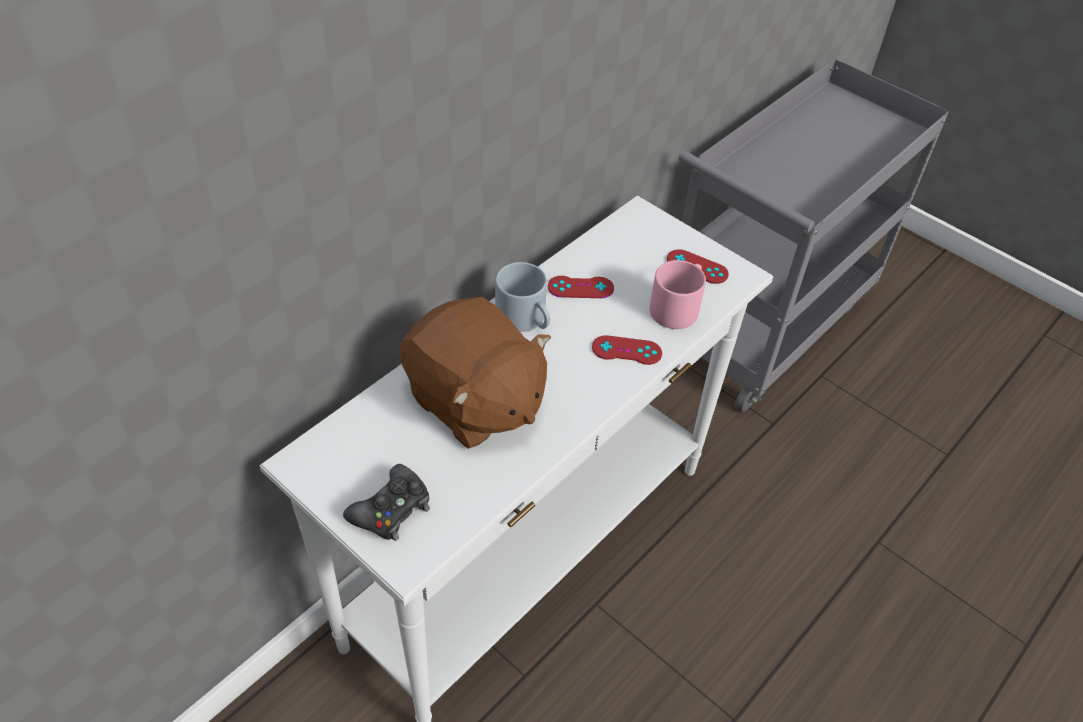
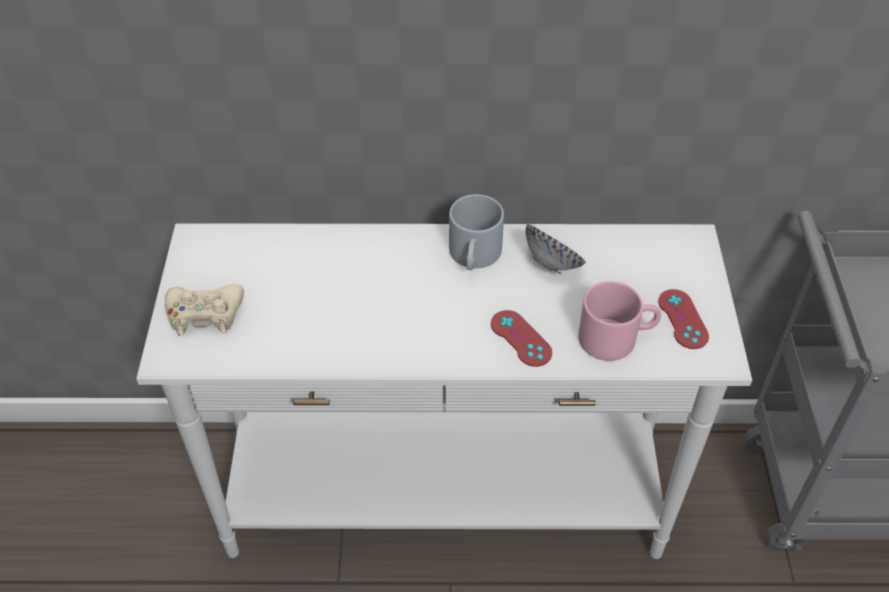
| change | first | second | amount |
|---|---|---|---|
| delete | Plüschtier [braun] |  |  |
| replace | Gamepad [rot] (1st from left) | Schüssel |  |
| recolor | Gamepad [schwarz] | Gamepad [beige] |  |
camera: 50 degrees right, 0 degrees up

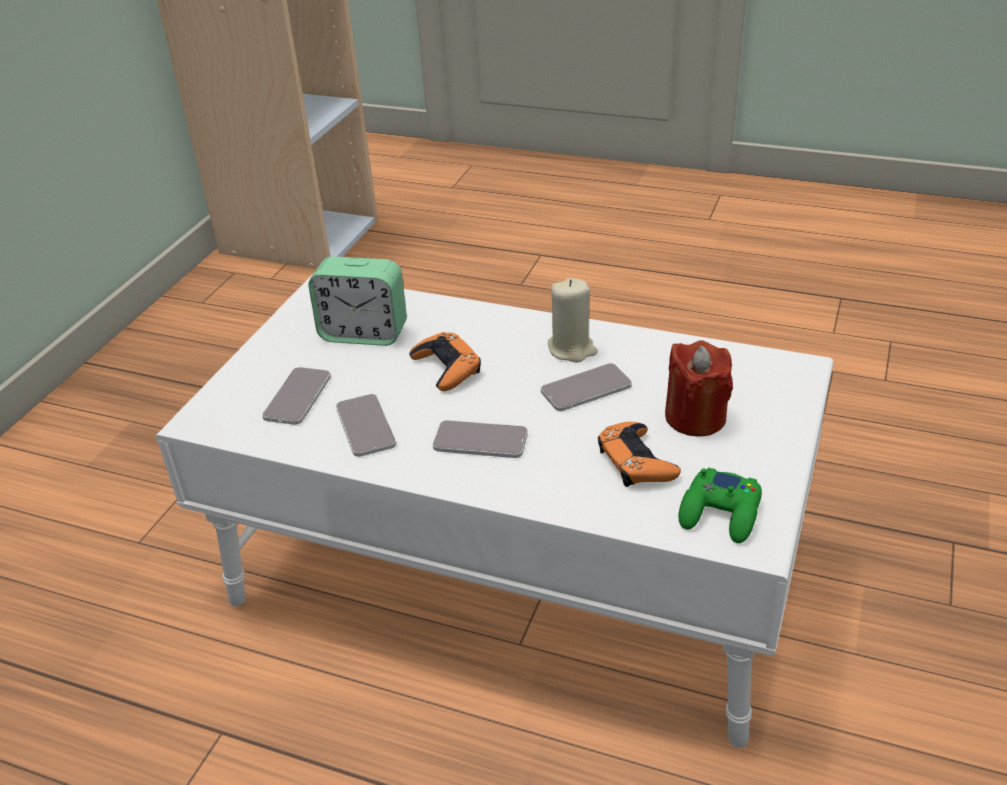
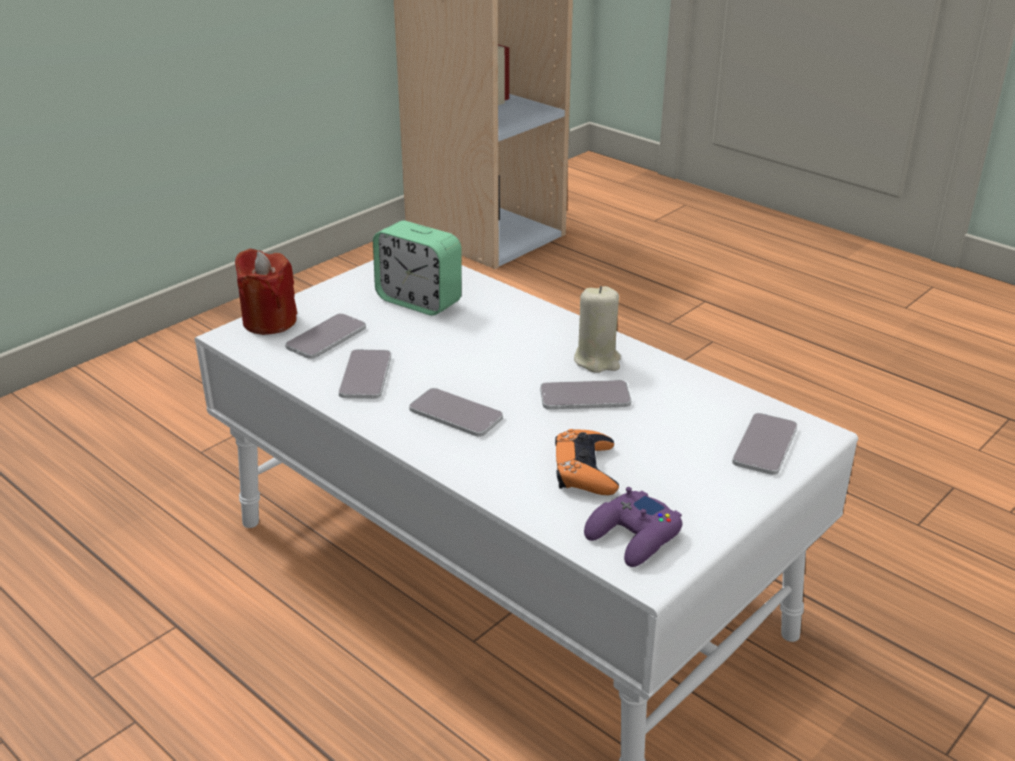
| change | first | second | amount |
|---|---|---|---|
| delete | Gamepad [orange] (1st from left) |  |  |
| insert |  | Handy (5th from left) |  |
| move | Kerze [rot] |  |  |
| recolor | Gamepad [grün] | Gamepad [lila] |  |
camera: 20 degrees right, 5 degrees down

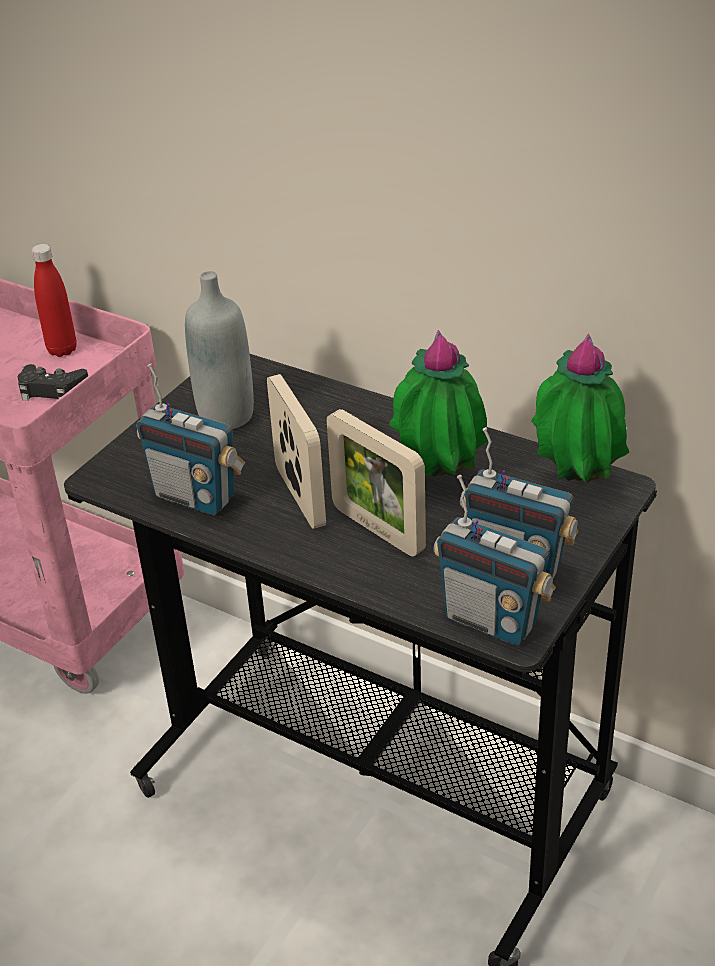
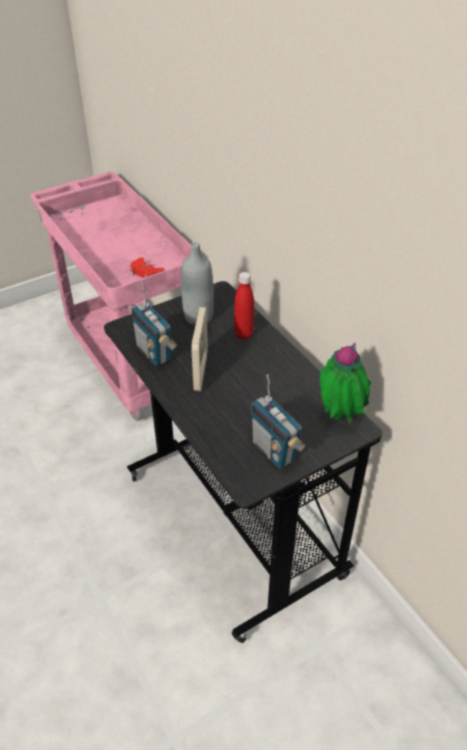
| change | first | second | amount |
|---|---|---|---|
| delete | Bilderrahmen (2nd from left) |  |  |
| delete | Topfpflanze (1st from left) |  |  |
| delete | Radio (2nd from left) |  |  |
| move | Flasche [rot] |  |  |
| recolor | Gamepad [schwarz] | Gamepad [rot] |  |
camera: 25 degrees right, 5 degrees up

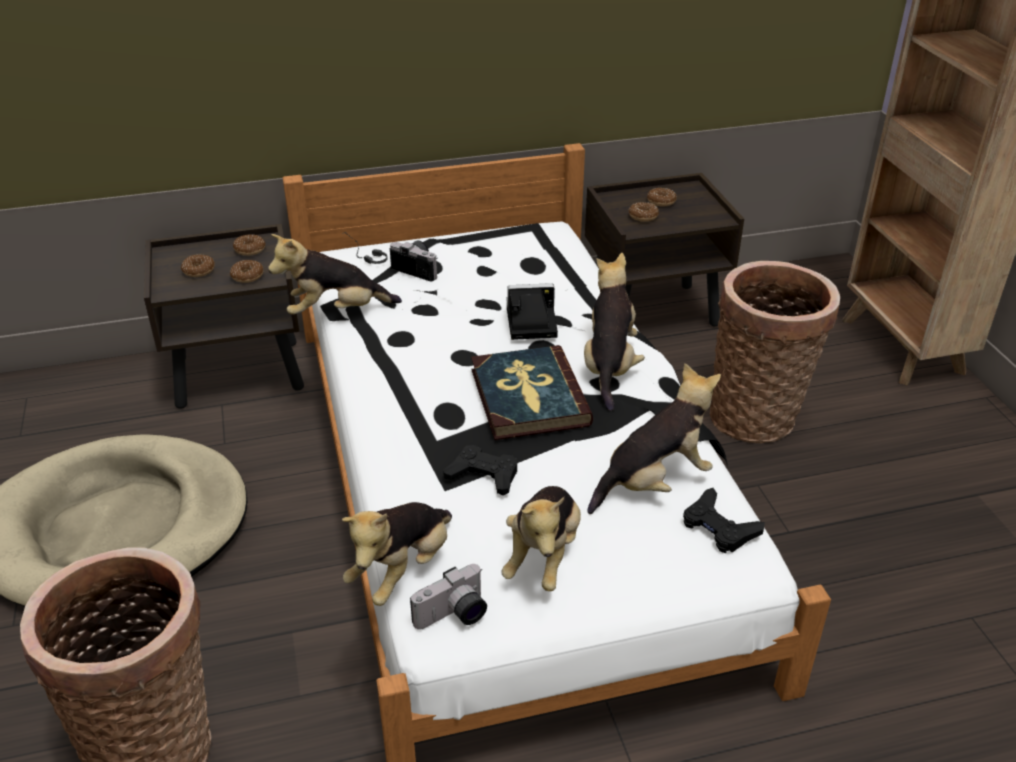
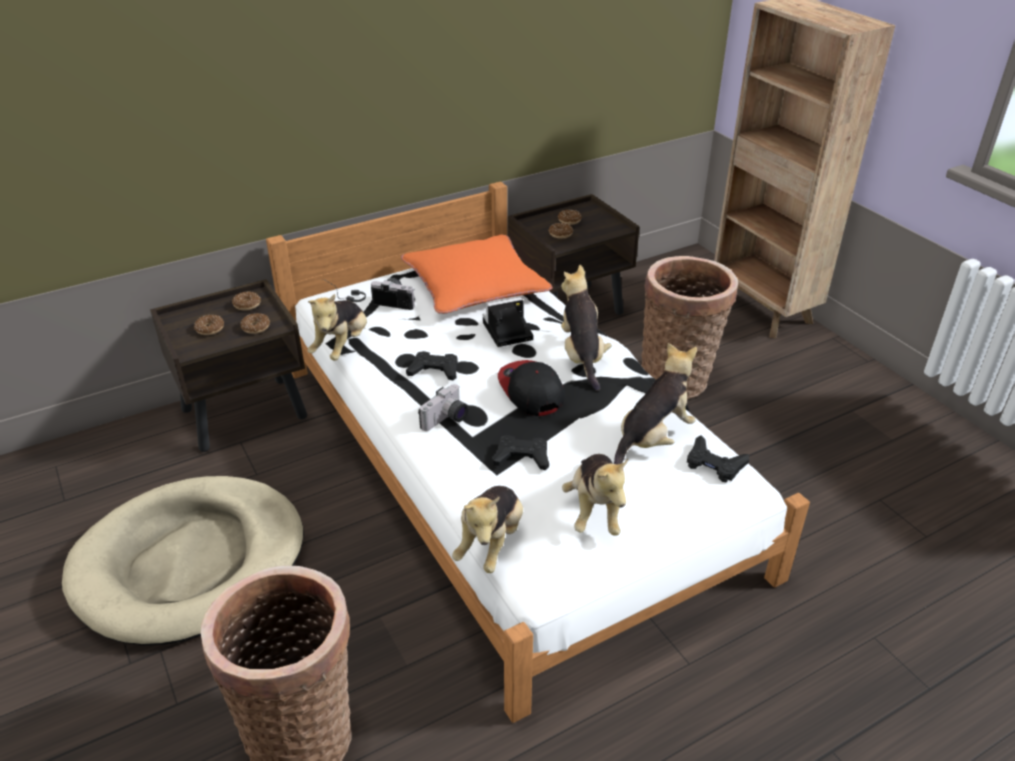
| change | first | second | amount |
|---|---|---|---|
| insert |  | Kissen [orange] |  |
| insert |  | Gamepad [schwarz] (1st from left) |  |
| move | Kamera (2nd from left) |  |  |
| replace | Buch | Kappe |  |
| rotate | Plüschtier (1st from left) |  | 45 degrees counterclockwise |
camera: 15 degrees left, 0 degrees up

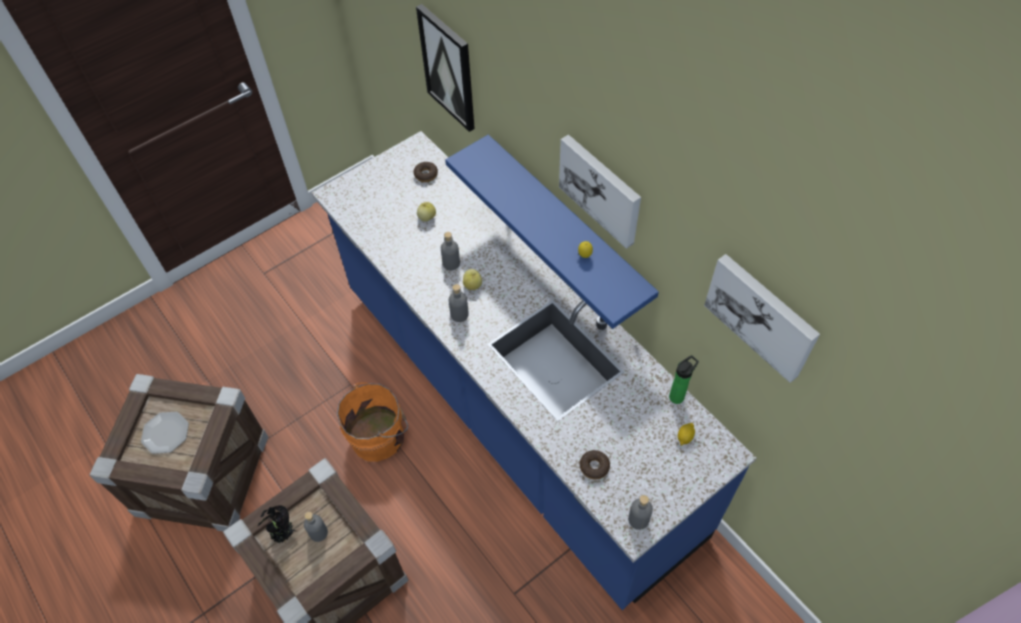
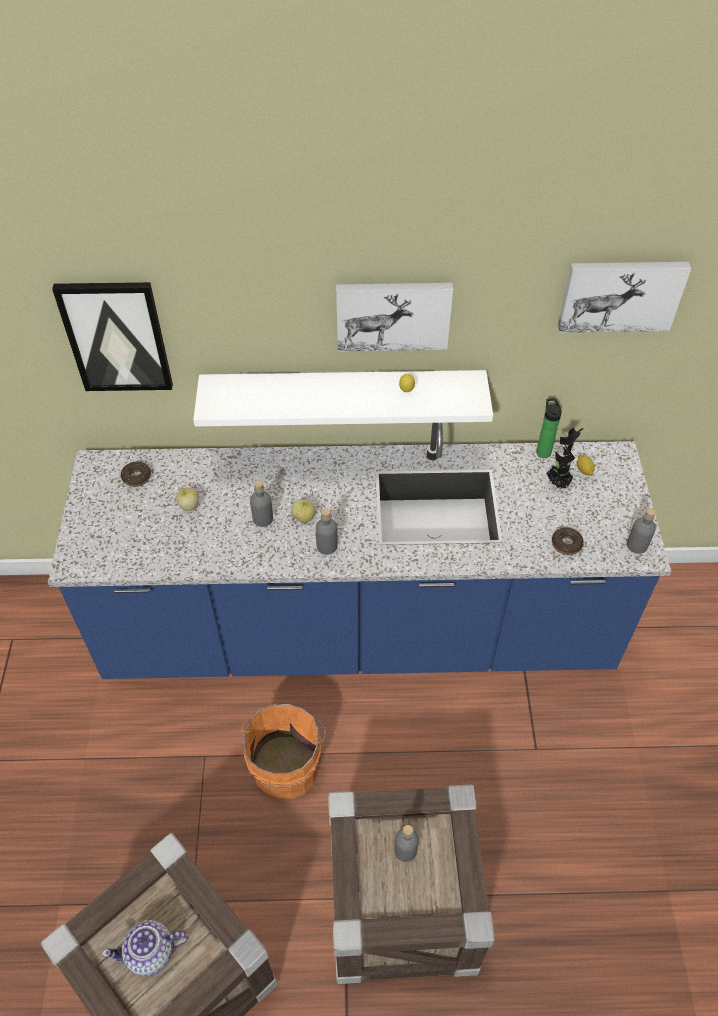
| change | first | second | amount |
|---|---|---|---|
| move | Topfpflanze |  |  |
| replace | Teller | Teekanne |  |
| recolor | Wandregal [blau] | Wandregal [weiß] |  |
camera: 55 degrees left, 5 degrees down

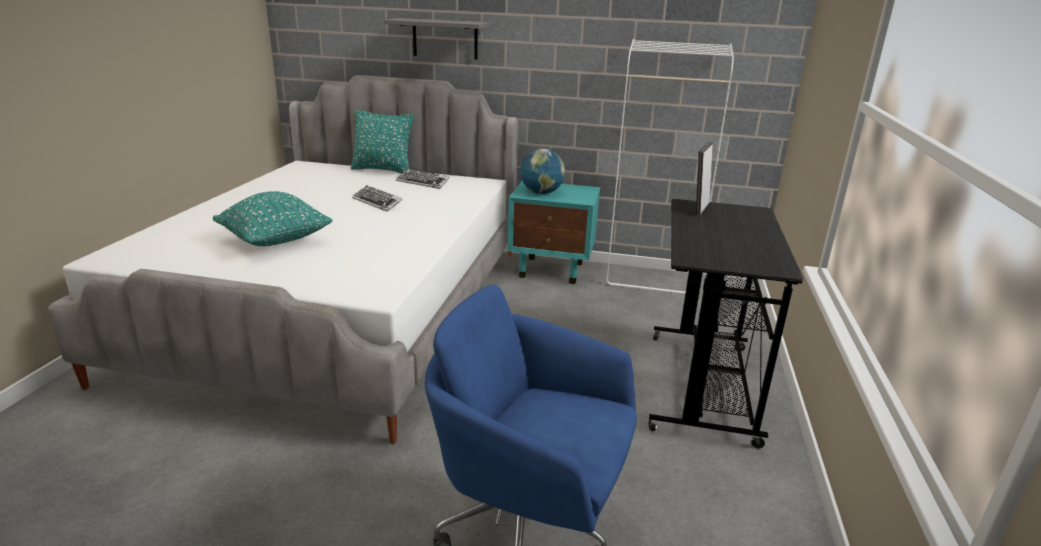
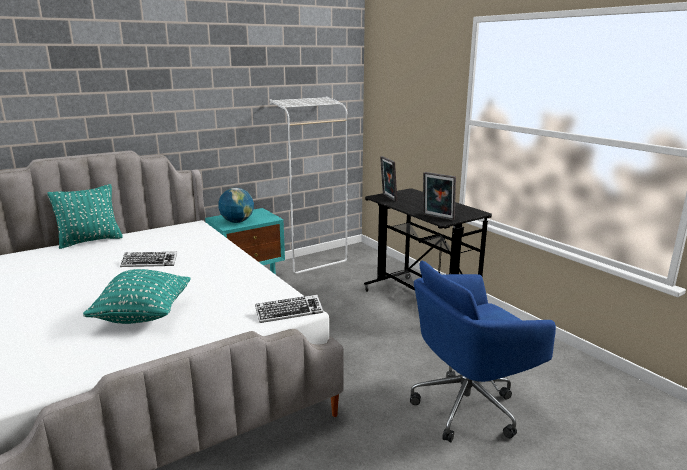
| change | first | second | amount |
|---|---|---|---|
| delete | Wandregal [grau] |  |  |
| insert |  | Bilderrahmen (2nd from left) |  |
| move | Tastatur (2nd from left) |  |  |
camera: 45 degrees left, 5 degrees down

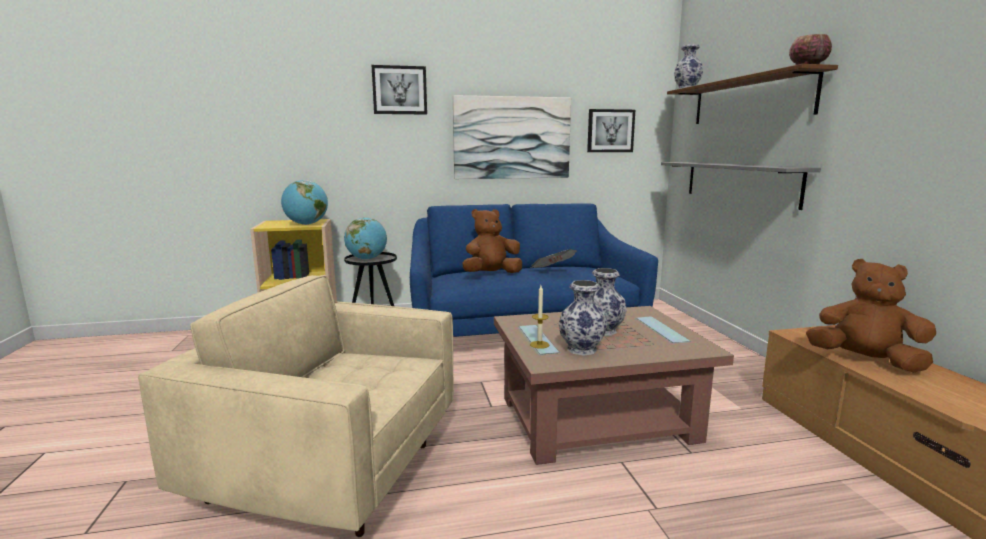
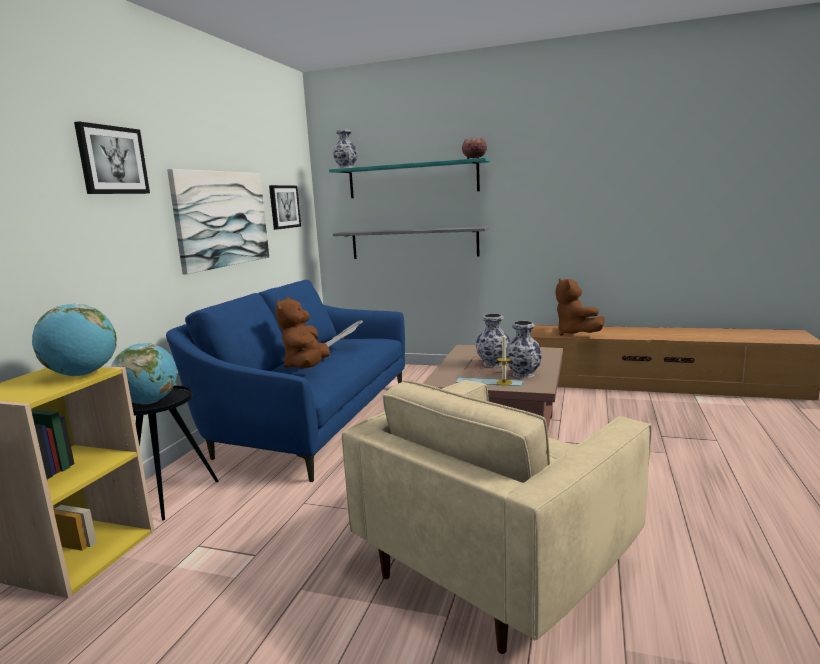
| change | first | second | amount |
|---|---|---|---|
| recolor | Wandregal [braun] | Wandregal [türkis] |  |
| rotate | Plüschtier [braun] (2nd from left) |  | 75 degrees counterclockwise |
camera: 60 degrees left, 0 degrees up

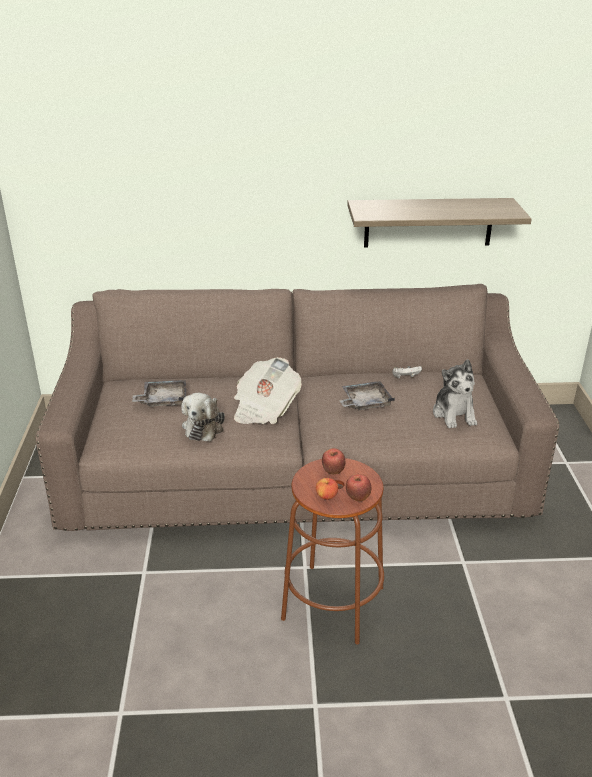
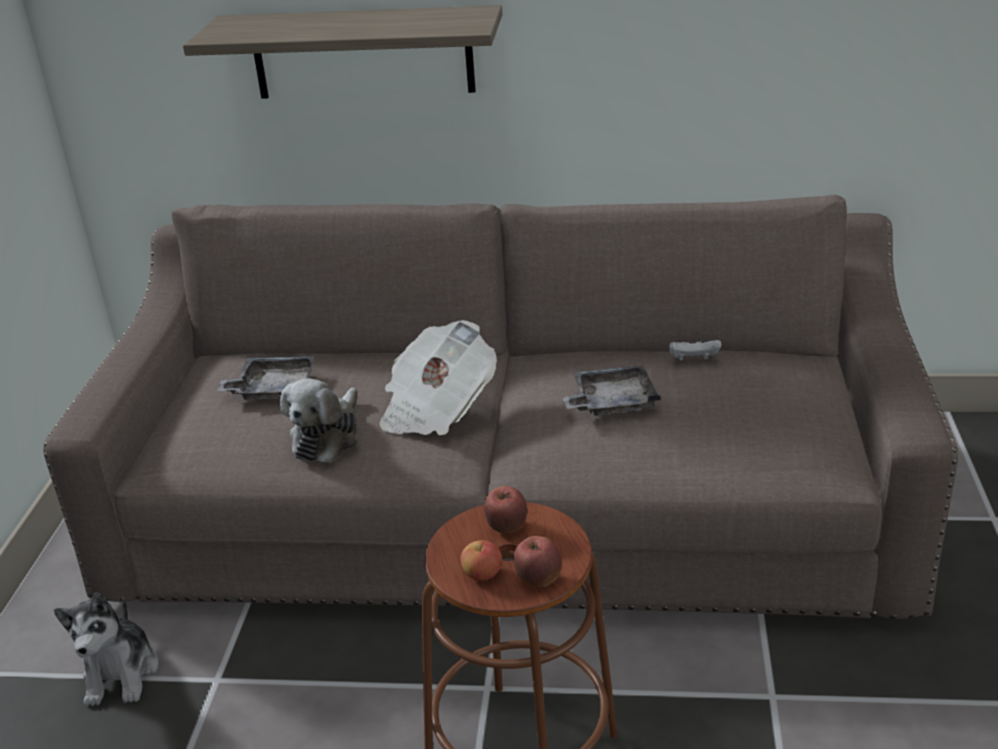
| change | first | second | amount |
|---|---|---|---|
| move | Wandregal |  |  |
| move | Plüschtier (2nd from left in the first image) | Plüschtier (1st from left) |  |
camera: 10 degrees right, 0 degrees up

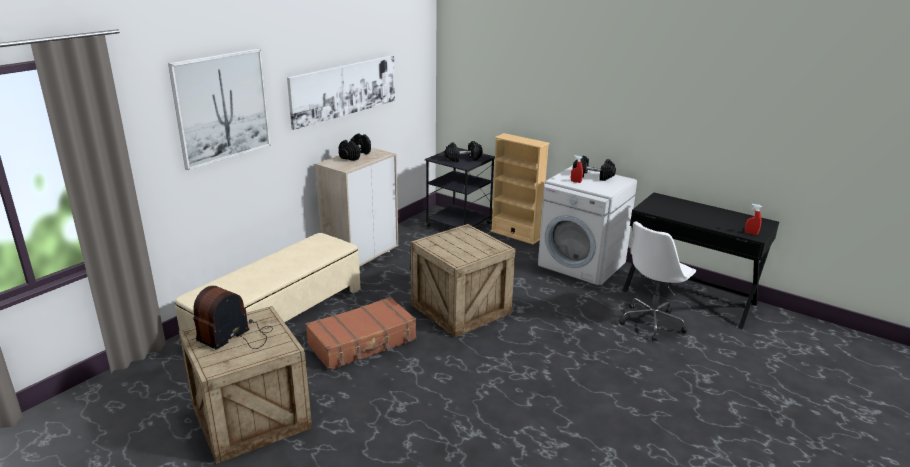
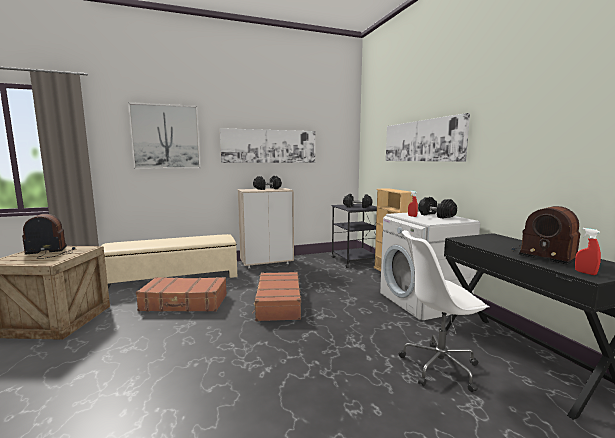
| change | first | second | amount |
|---|---|---|---|
| insert |  | Bild (3rd from left) |  |
| insert |  | Radio (2nd from left) |  |
| replace | Kiste (2nd from left) | Koffer [braun] (2nd from left) |  |
camera: 35 degrees right, 15 degrees down

